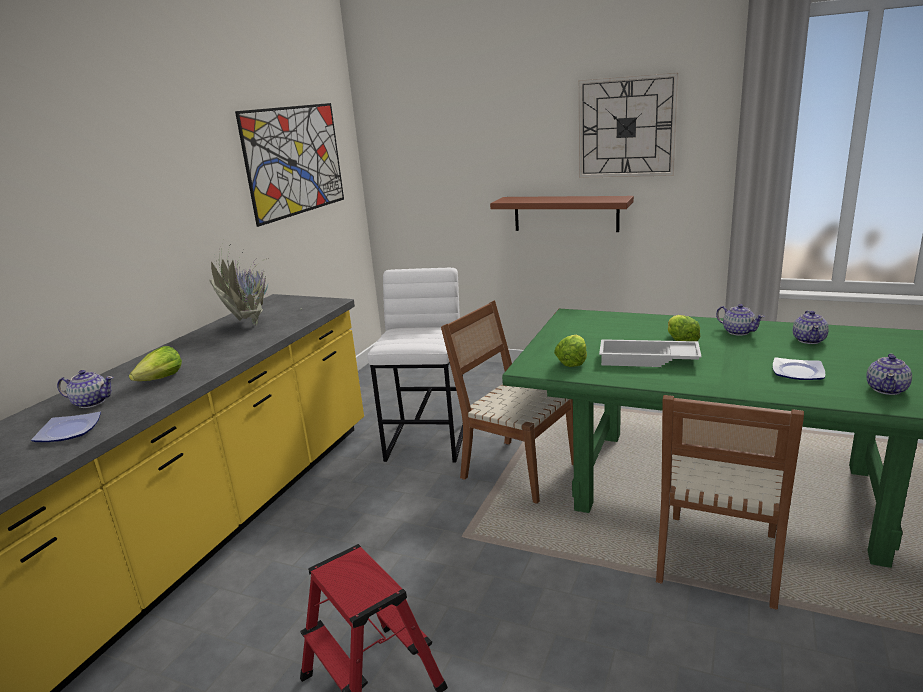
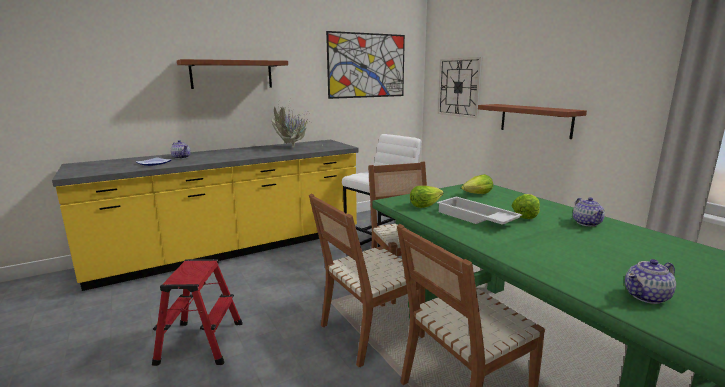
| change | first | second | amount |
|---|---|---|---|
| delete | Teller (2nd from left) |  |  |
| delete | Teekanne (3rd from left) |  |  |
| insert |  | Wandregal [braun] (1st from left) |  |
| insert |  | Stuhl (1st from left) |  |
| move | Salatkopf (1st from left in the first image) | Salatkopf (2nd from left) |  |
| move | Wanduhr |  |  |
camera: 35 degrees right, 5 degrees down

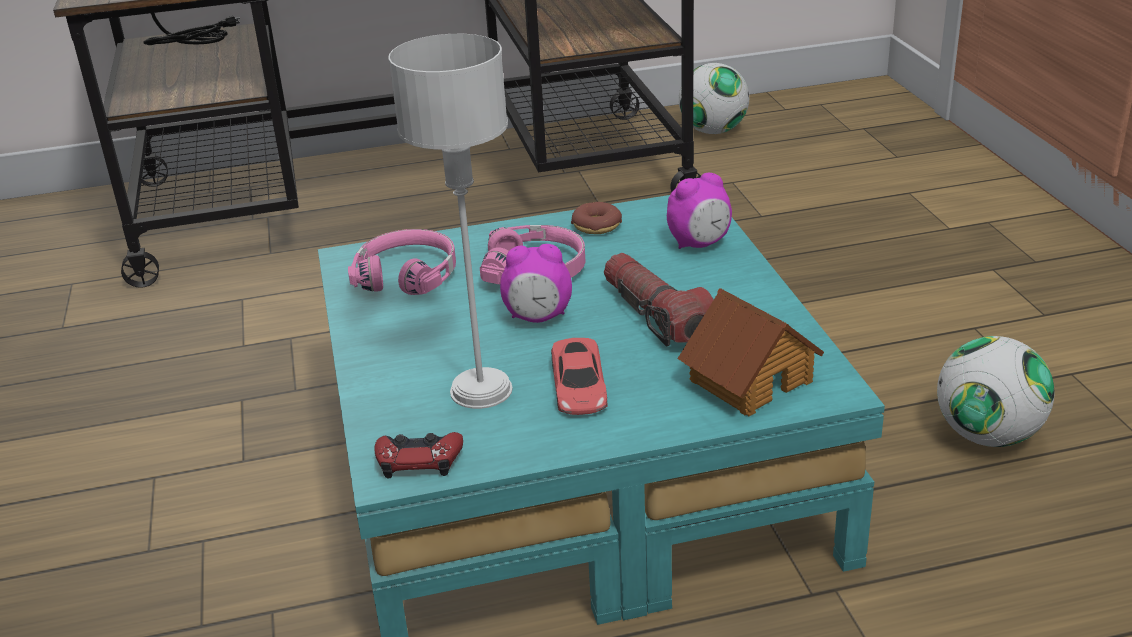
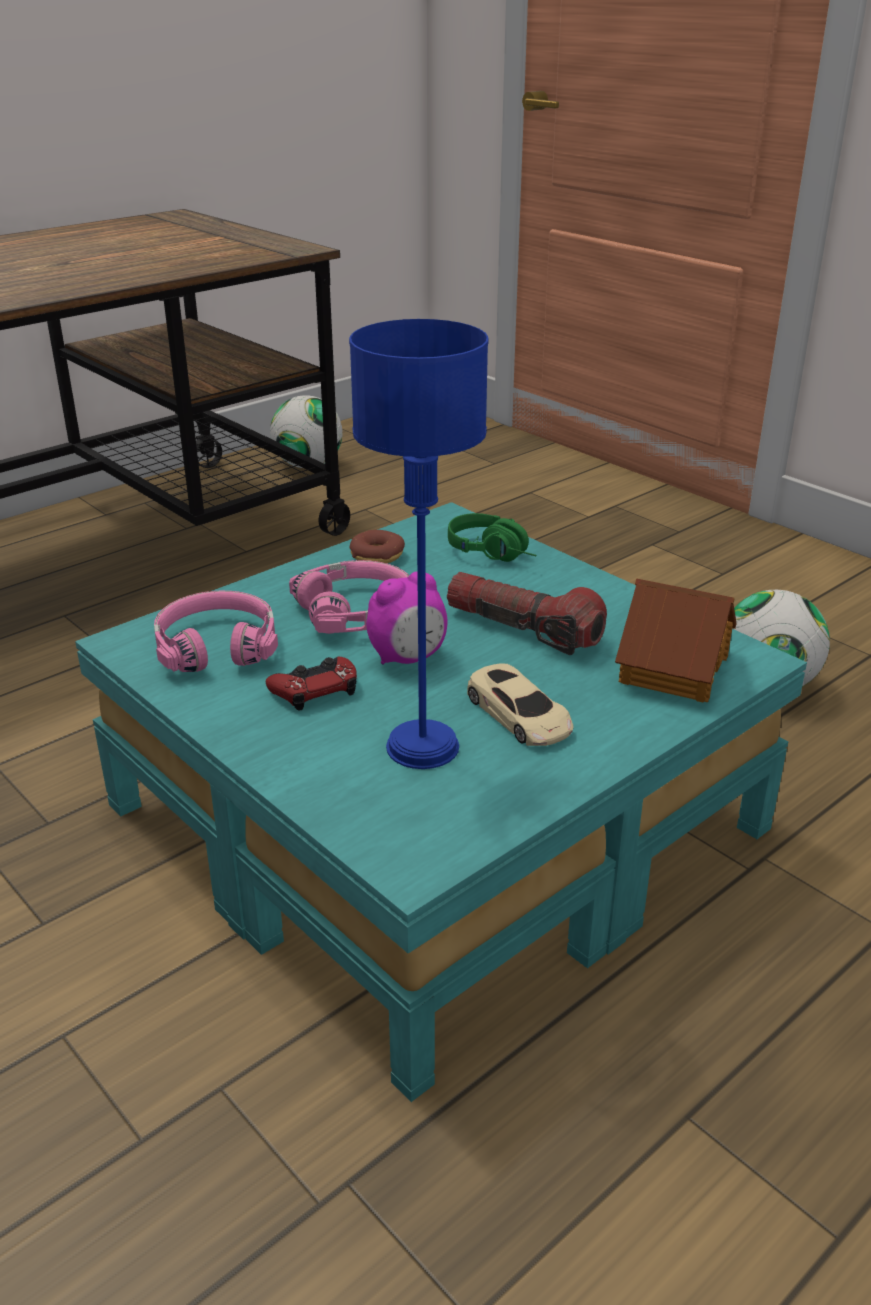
| change | first | second | amount |
|---|---|---|---|
| move | Gamepad [rot] |  |  |
| replace | Wecker (2nd from left) | Kopfhörer [grün] |  |
| recolor | Tischlampe [grau] | Tischlampe [blau] |  |
| recolor | Spielzeugauto [rot] | Spielzeugauto [beige] |  |
camera: 30 degrees left, 0 degrees up

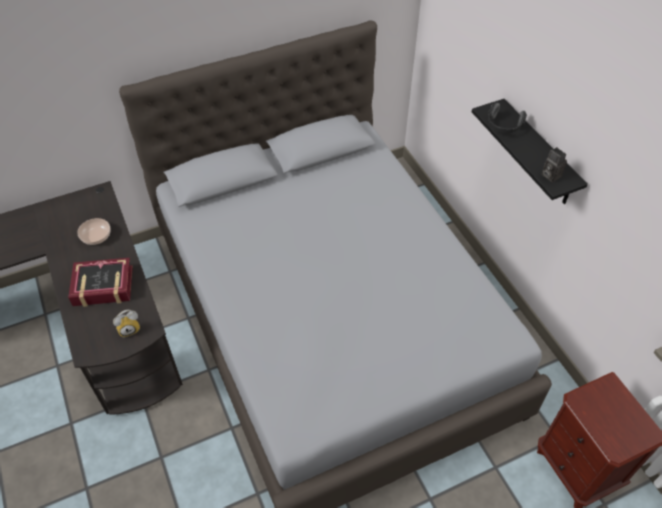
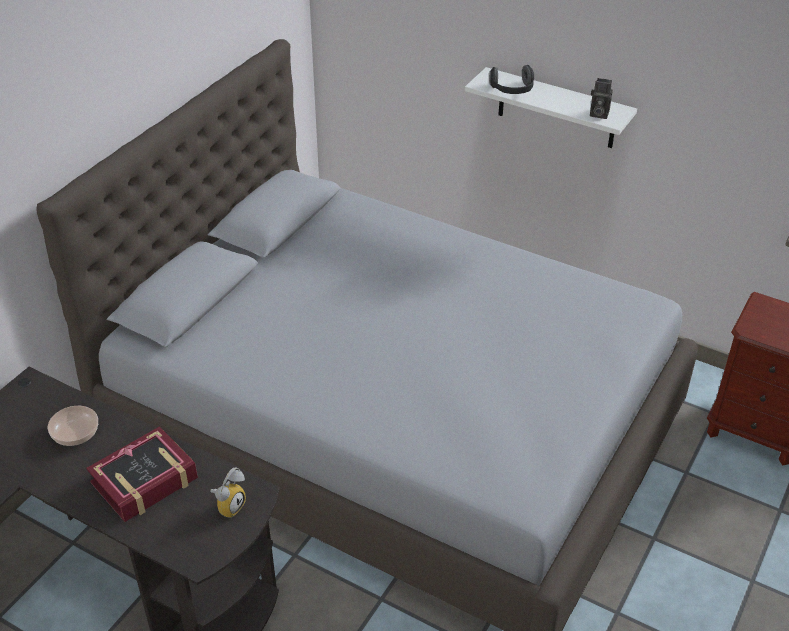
| change | first | second | amount |
|---|---|---|---|
| recolor | Wandregal [schwarz] | Wandregal [weiß] |  |
camera: 35 degrees left, 10 degrees down

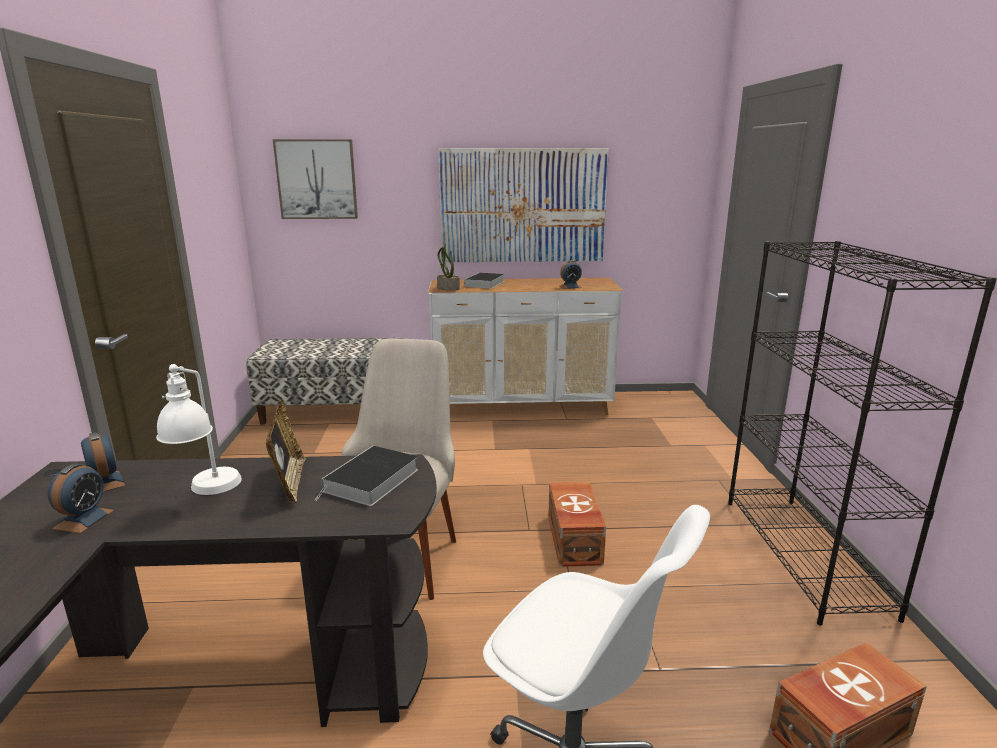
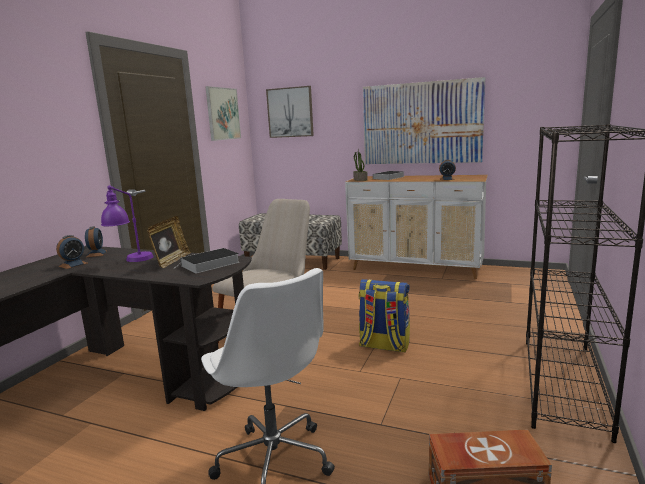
| change | first | second | amount |
|---|---|---|---|
| insert |  | Bild (1st from left) |  |
| replace | Aufbewahrungsbox [braun] (1st from left) | Rucksack |  |
| recolor | Tischlampe [weiß] | Tischlampe [lila] |  |
camera: 25 degrees right, 5 degrees down

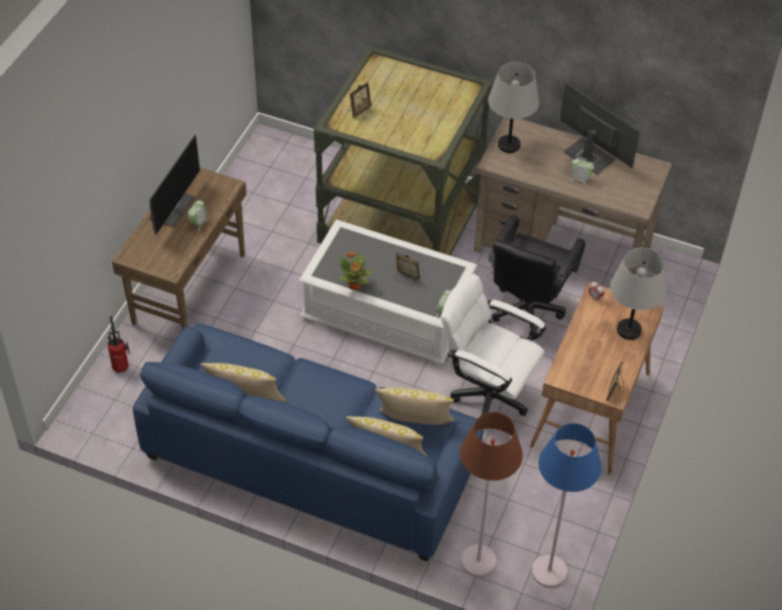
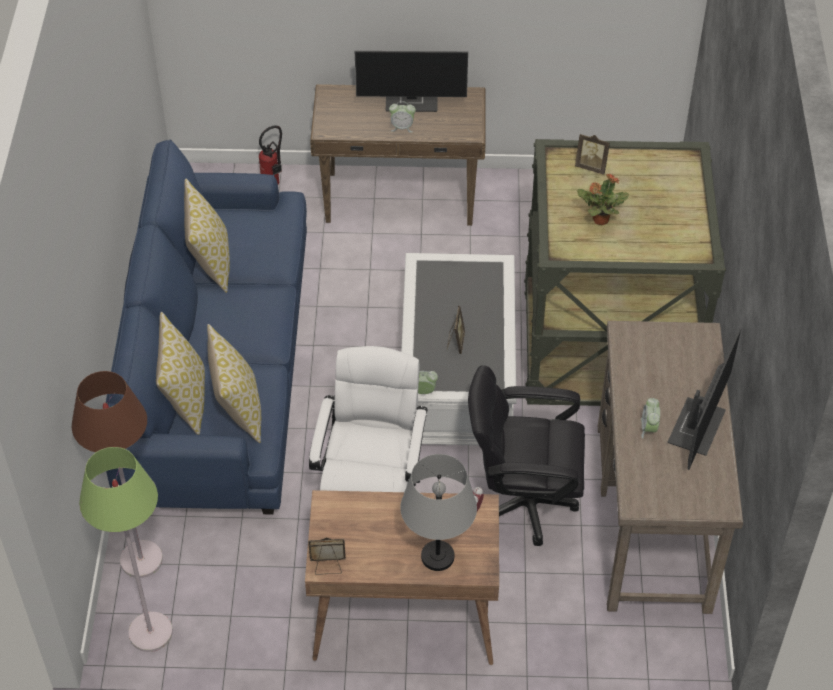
| change | first | second | amount |
|---|---|---|---|
| delete | Tischlampe [grau] (1st from left) |  |  |
| move | Topfpflanze |  |  |
| recolor | Stehlampe [blau] | Stehlampe [grün] |  |
camera: 70 degrees right, 0 degrees up

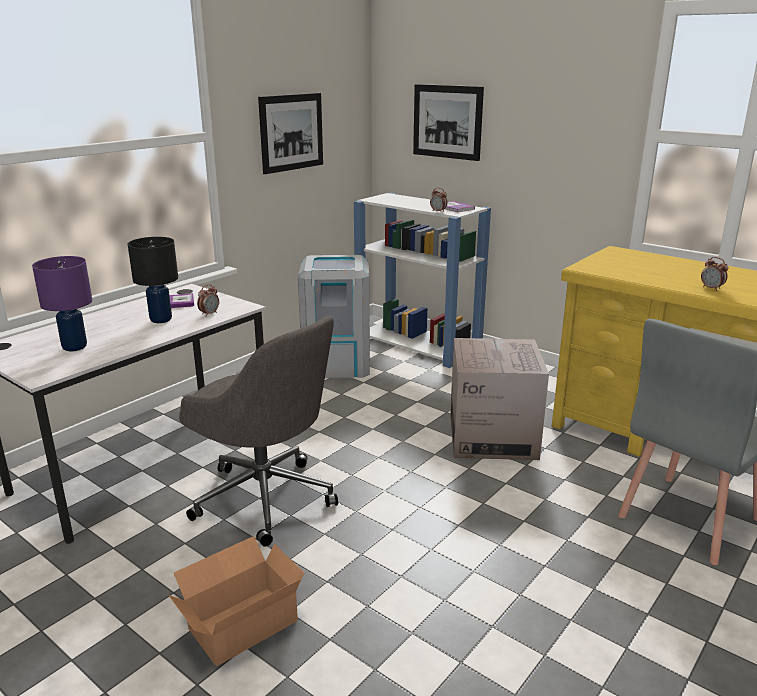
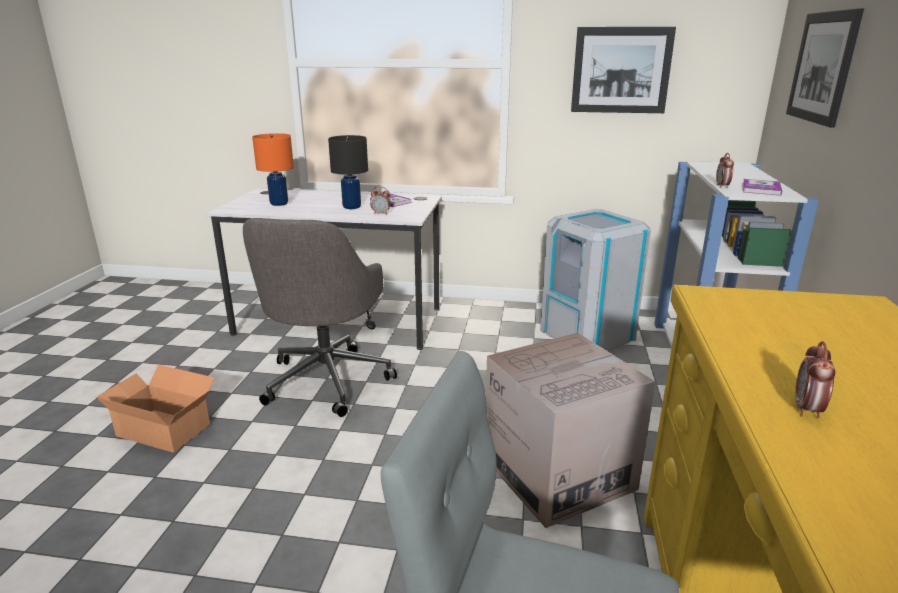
| change | first | second | amount |
|---|---|---|---|
| recolor | Tischlampe [lila] | Tischlampe [orange] |  |
camera: 60 degrees right, 0 degrees up

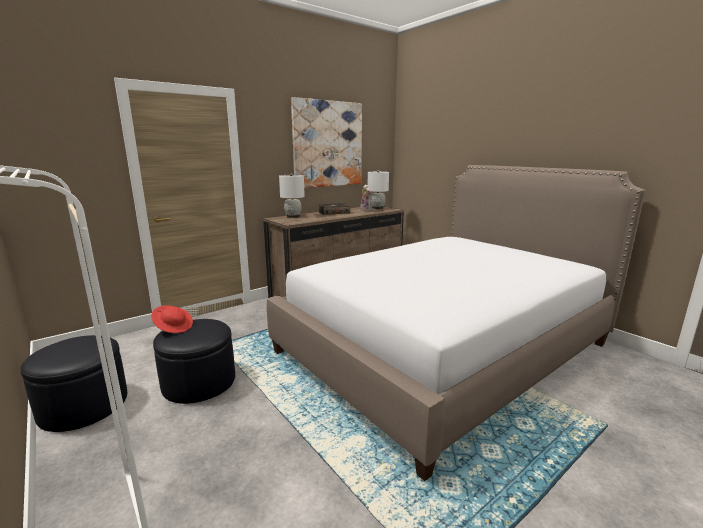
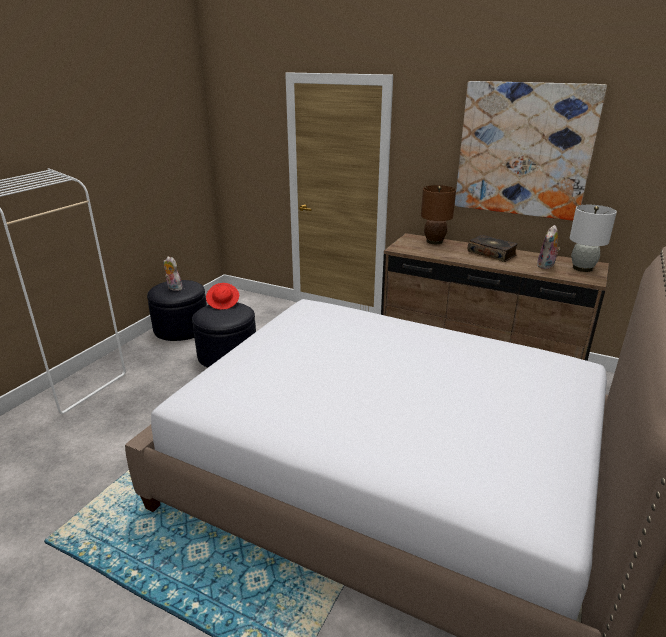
| change | first | second | amount |
|---|---|---|---|
| insert |  | Plüschtier (1st from left) |  |
| recolor | Tischlampe [weiß] (1st from left) | Tischlampe [braun] |  |
camera: 65 degrees right, 10 degrees up

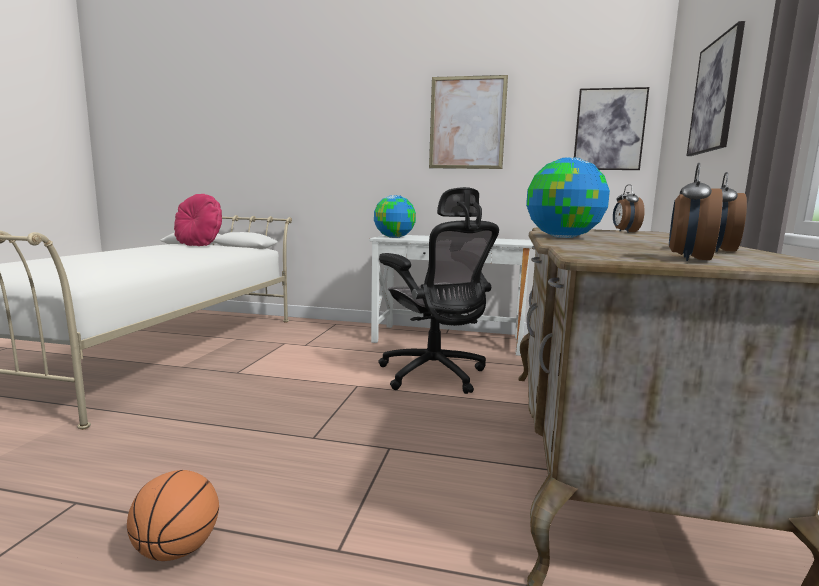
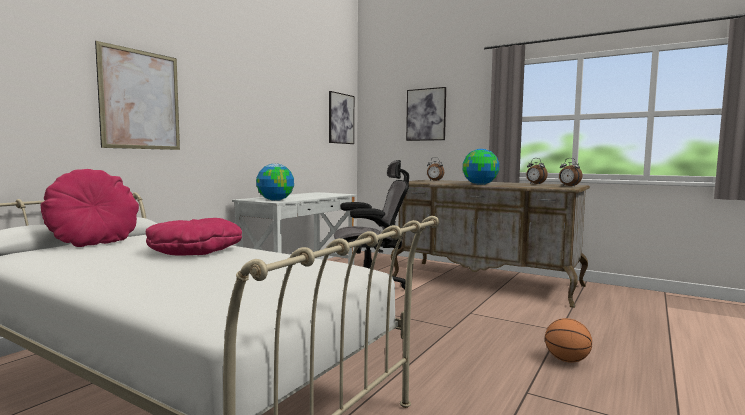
| change | first | second | amount |
|---|---|---|---|
| insert |  | Kissen [rosa] (2nd from left) |  |
| move | Bild (1st from left) |  |  |
camera: 70 degrees left, 5 degrees down

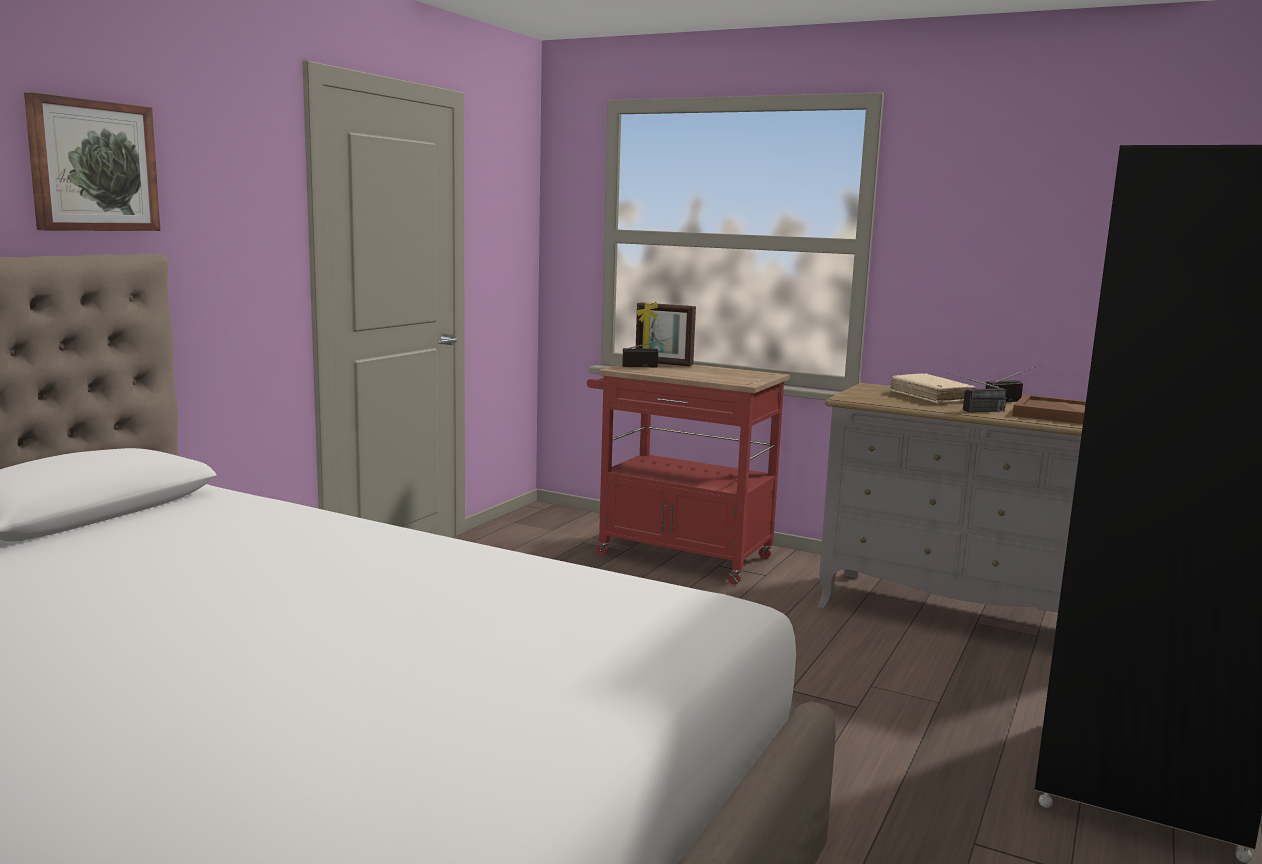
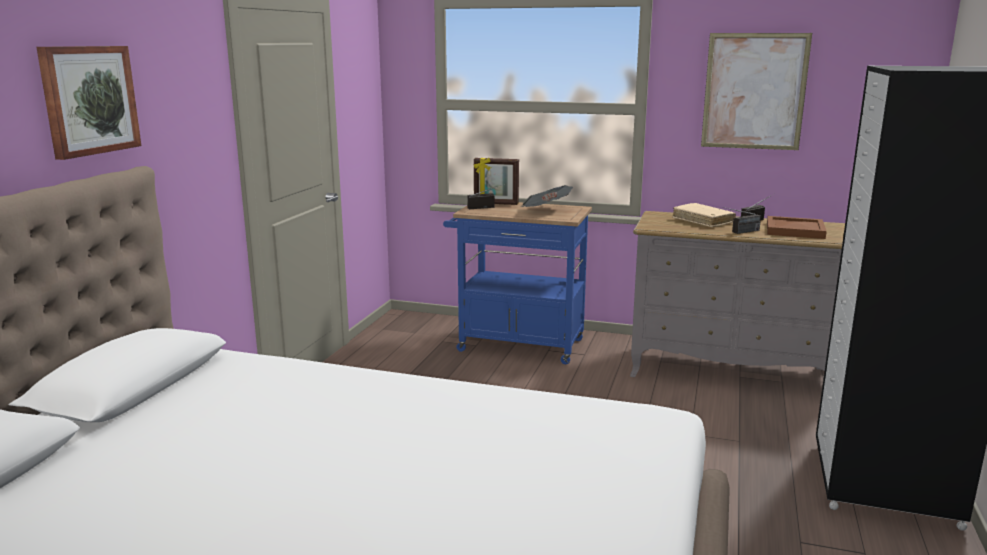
| change | first | second | amount |
|---|---|---|---|
| insert |  | Zeitung |  |
| insert |  | Bild (2nd from left) |  |
| recolor | Rollwagen [rot] | Rollwagen [blau] |  |
camera: 10 degrees left, 5 degrees up

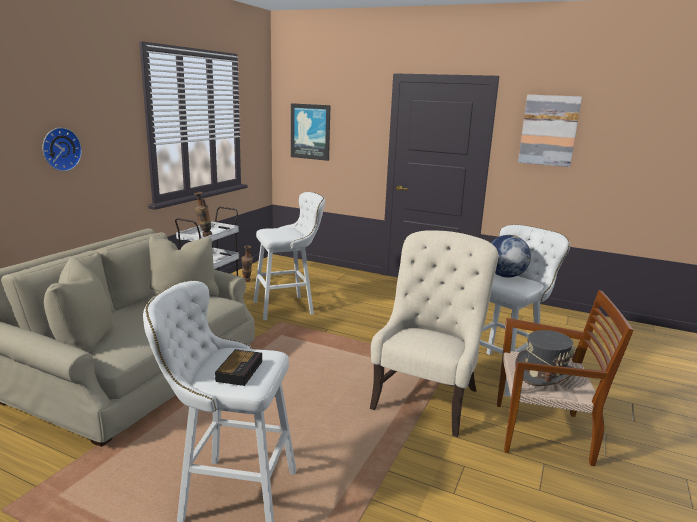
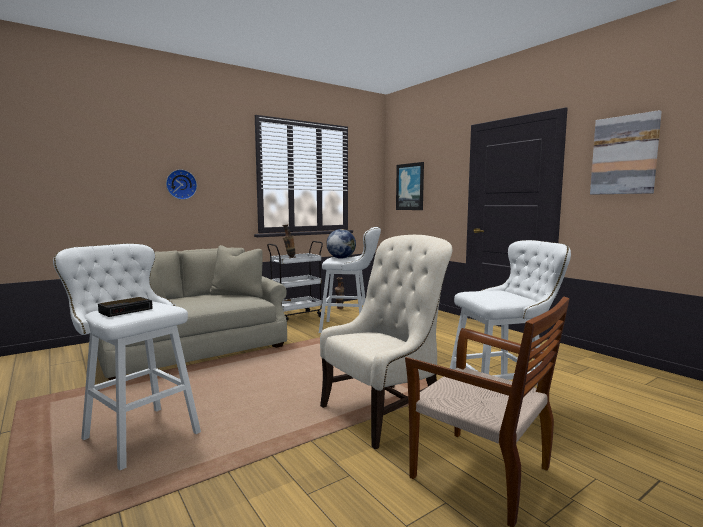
| change | first | second | amount |
|---|---|---|---|
| delete | Hut [grau] |  |  |
| move | Globus |  |  |
camera: 30 degrees right, 10 degrees down

